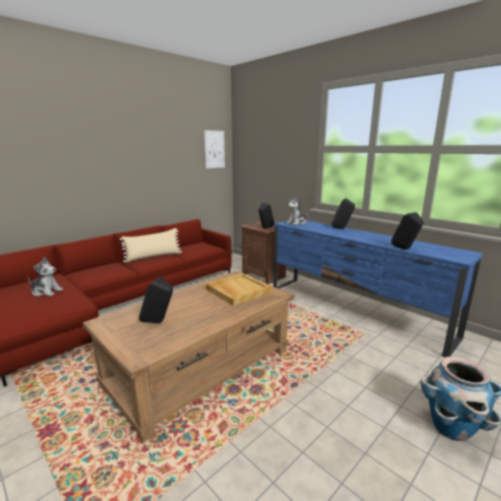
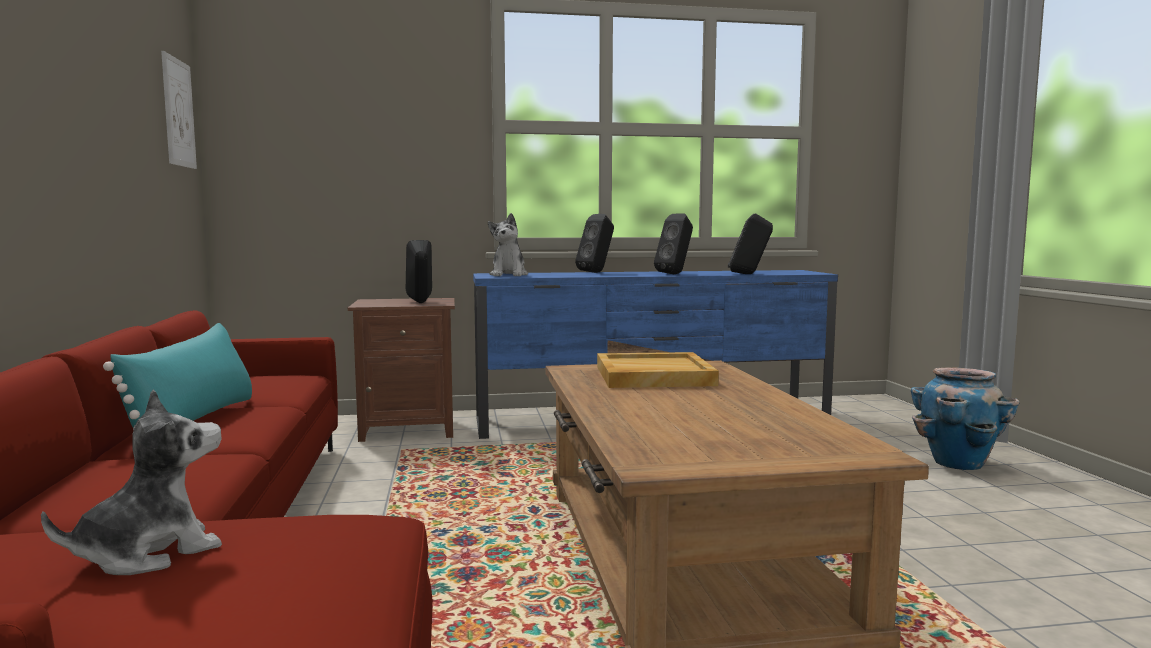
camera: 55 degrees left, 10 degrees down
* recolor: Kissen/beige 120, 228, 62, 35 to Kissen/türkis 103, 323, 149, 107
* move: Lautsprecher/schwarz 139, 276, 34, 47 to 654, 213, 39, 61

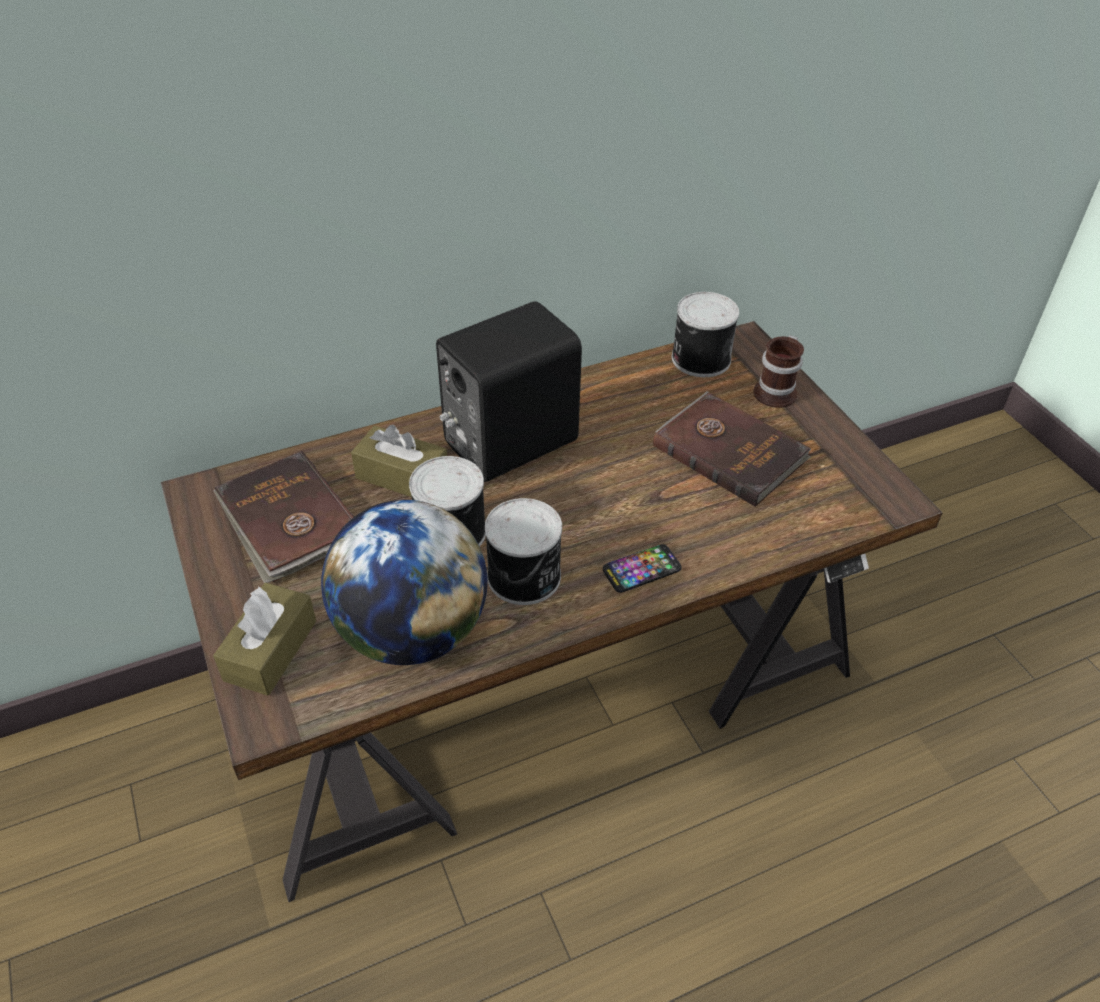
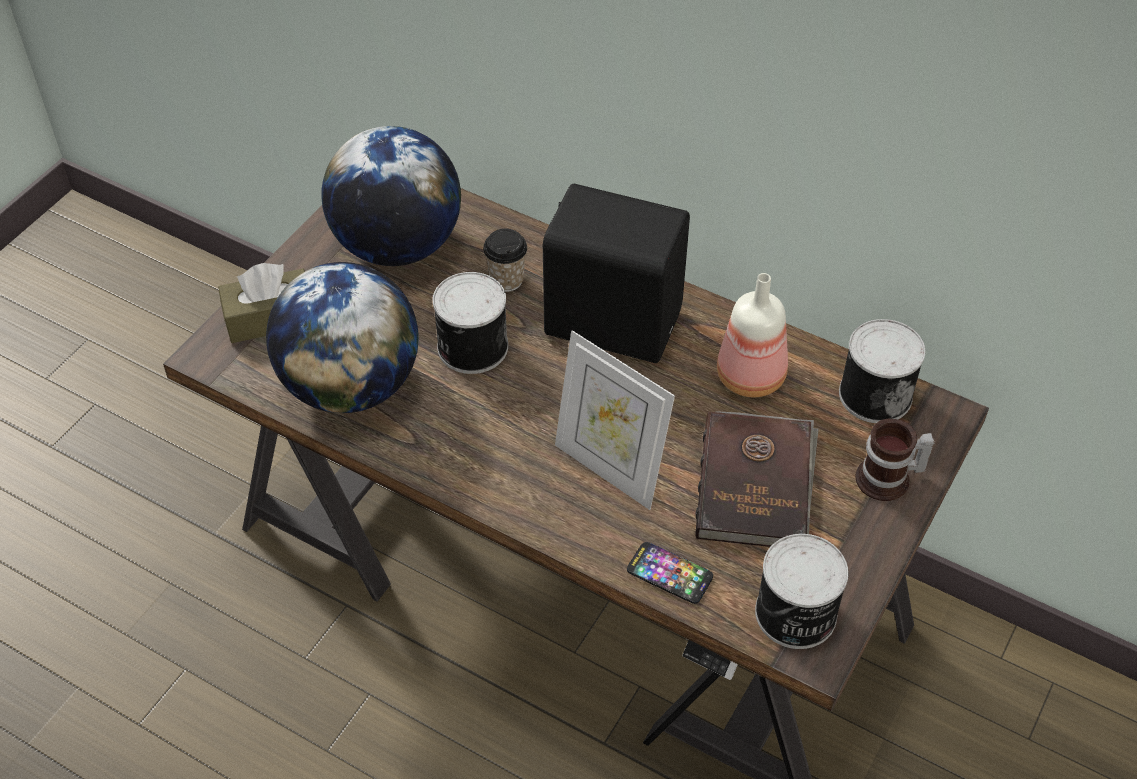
camera: 55 degrees right, 5 degrees up
* replace: Buch/braun 213, 451, 141, 132 to Globus 322, 126, 139, 140
* replace: Taschentuchbox/braun 351, 425, 96, 72 to Tasse 483, 229, 44, 63
* insert: Bilderrahmen 555, 330, 120, 180
* move: Handy 603, 544, 79, 49 to 627, 542, 86, 62
* insert: Flasche 717, 273, 71, 124
* move: Dose 485, 498, 77, 107 to 755, 534, 94, 115

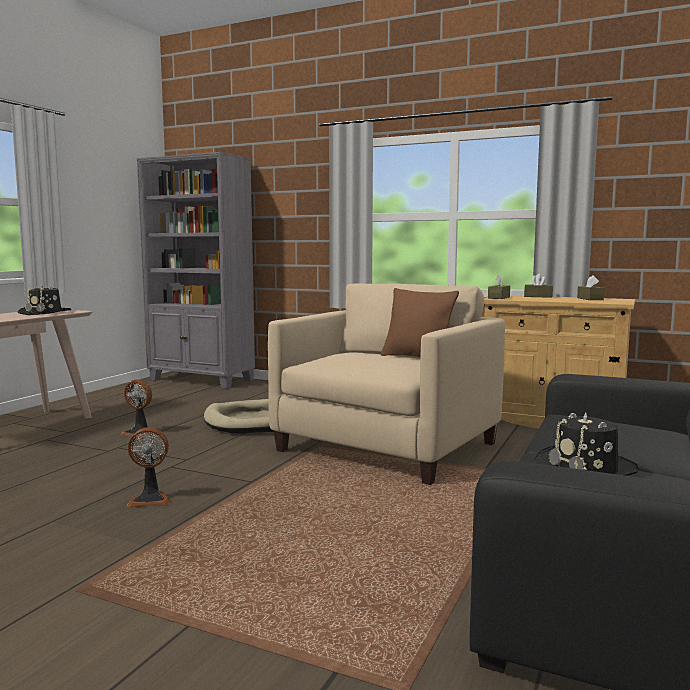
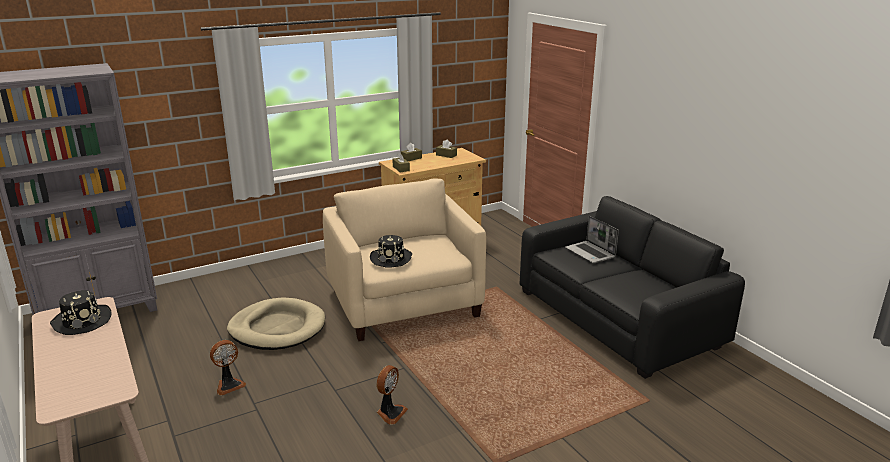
camera: 55 degrees left, 15 degrees up
* move: Hut/schwarz 534, 413, 105, 63 to 370, 235, 42, 33
* insert: Laptop 565, 216, 54, 47
* delete: Kissen/braun 381, 288, 78, 69

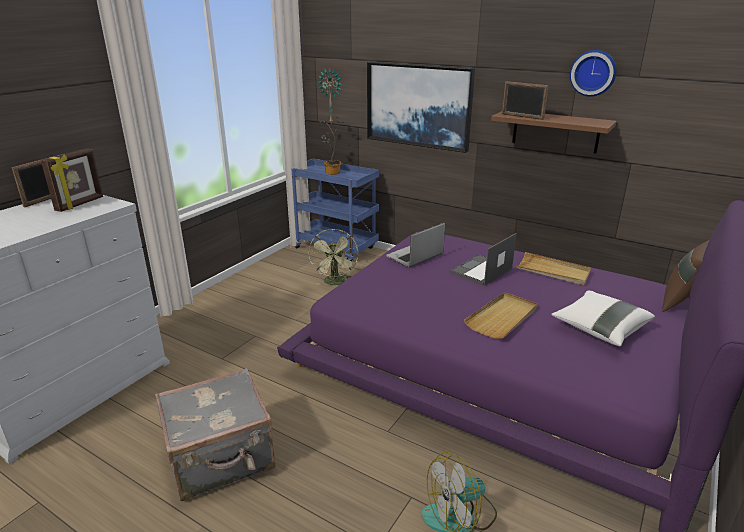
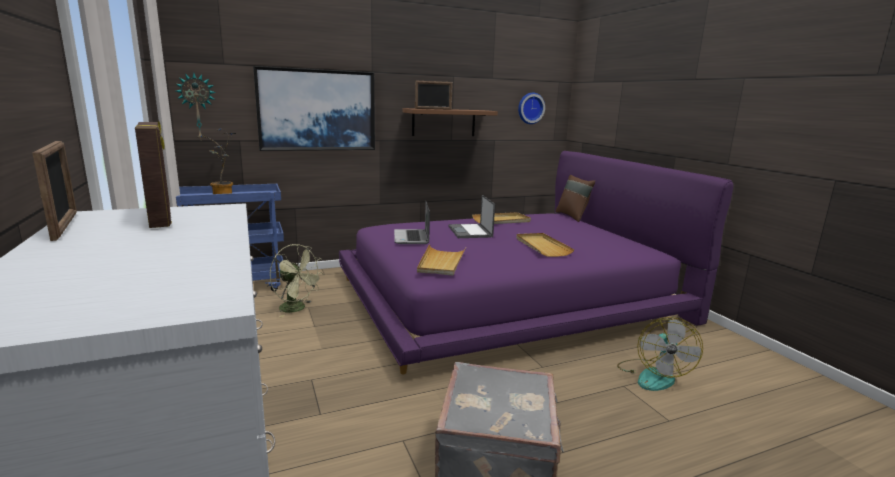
camera: 55 degrees left, 10 degrees down
* insert: Tablett/beige 417, 244, 49, 32
* move: Wanduhr 570, 50, 46, 47 to 518, 93, 27, 31
* delete: Kissen/weiß 551, 291, 104, 55

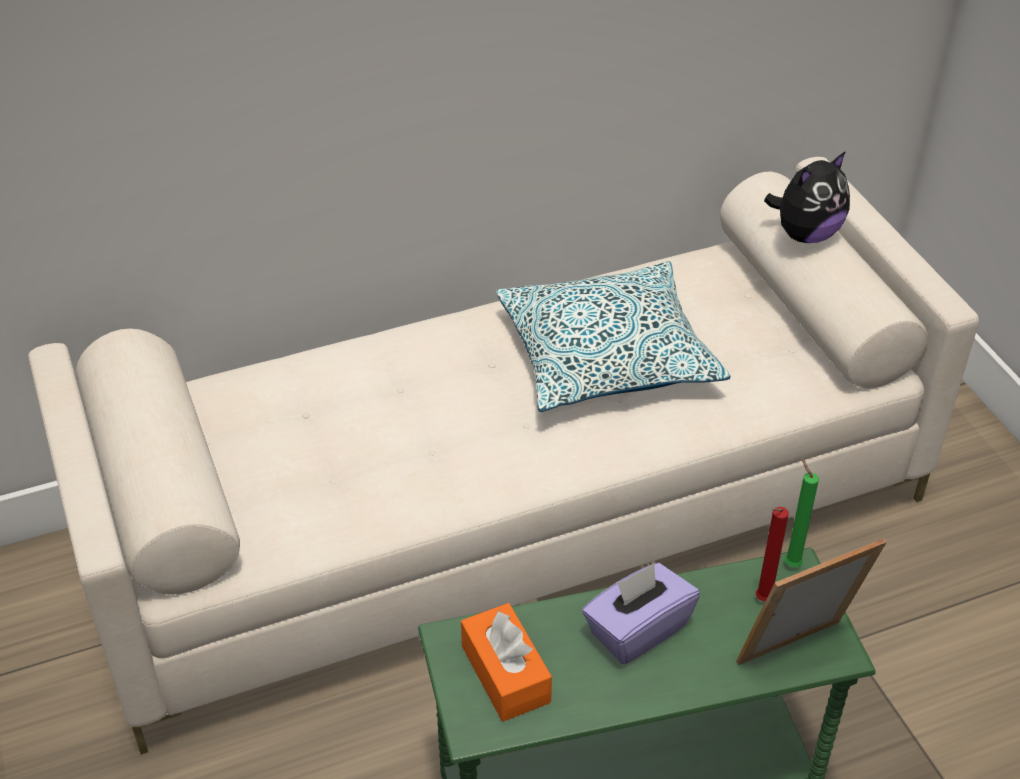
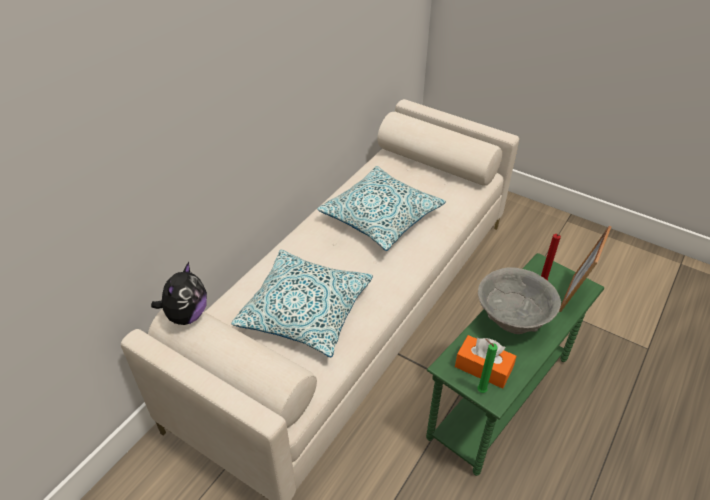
camera: 35 degrees left, 0 degrees up
* move: Plüschtier 764, 151, 86, 92 to 151, 262, 56, 63
* insert: Kissen 231, 250, 142, 108
* replace: Taschentuchbox/lila 582, 563, 118, 101 to Schüssel/grau 478, 268, 83, 66
* move: Kerze/grün 785, 458, 34, 109 to 478, 339, 20, 54

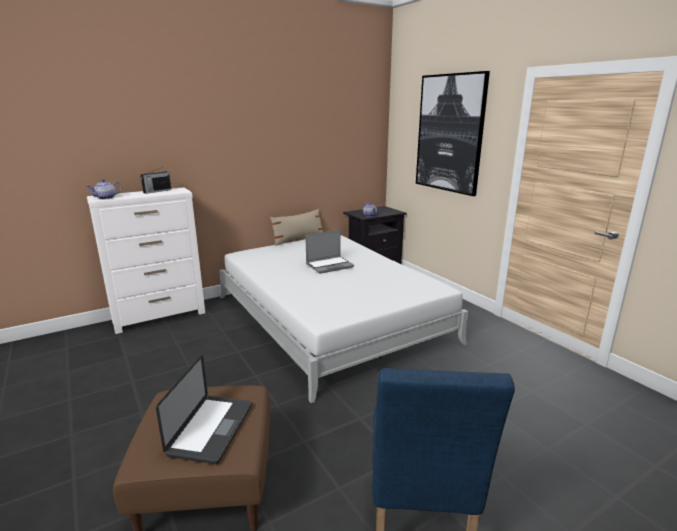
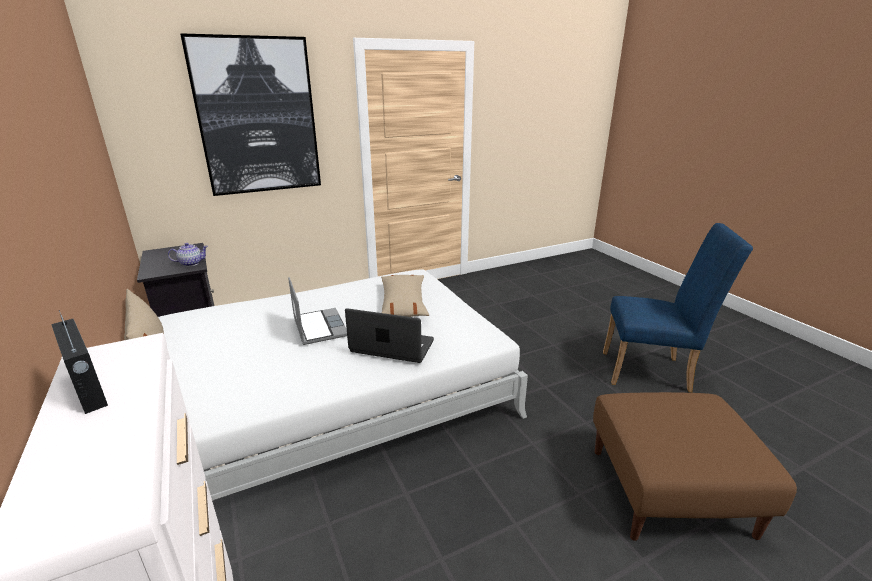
camera: 85 degrees left, 5 degrees up
* move: Laptop 156, 355, 96, 109 to 345, 308, 89, 55
* insert: Kissen/beige 381, 275, 48, 42
* delete: Teekanne 87, 179, 35, 21

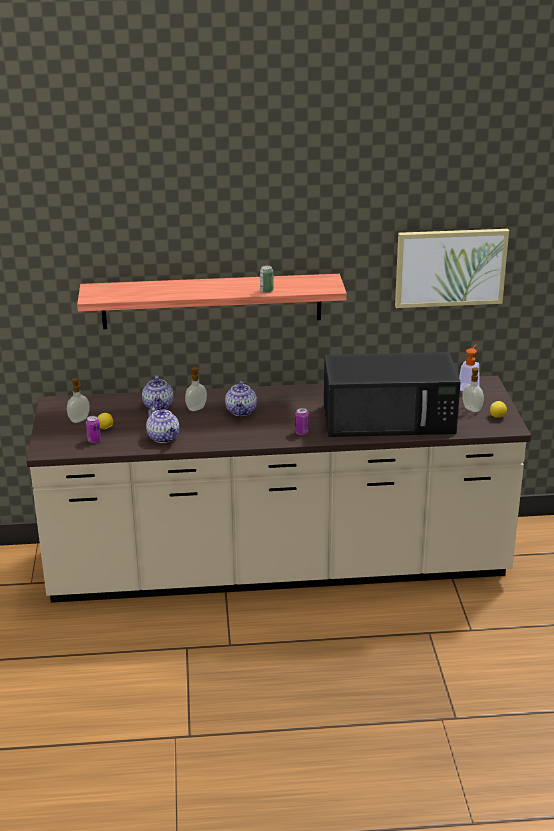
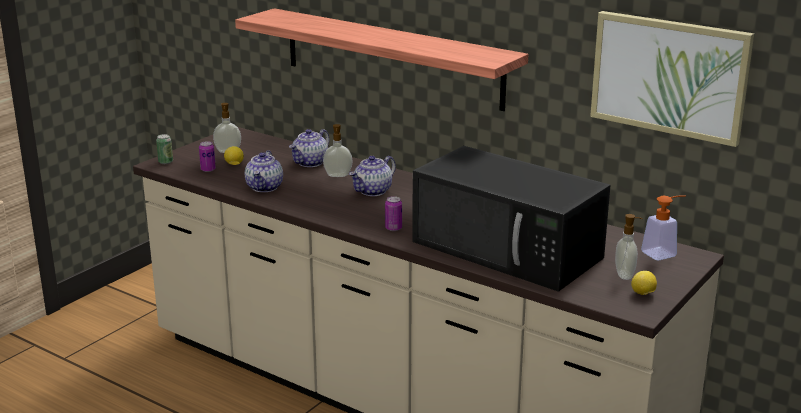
camera: 40 degrees right, 5 degrees down
* move: Dose 260, 265, 14, 28 to 156, 134, 17, 30

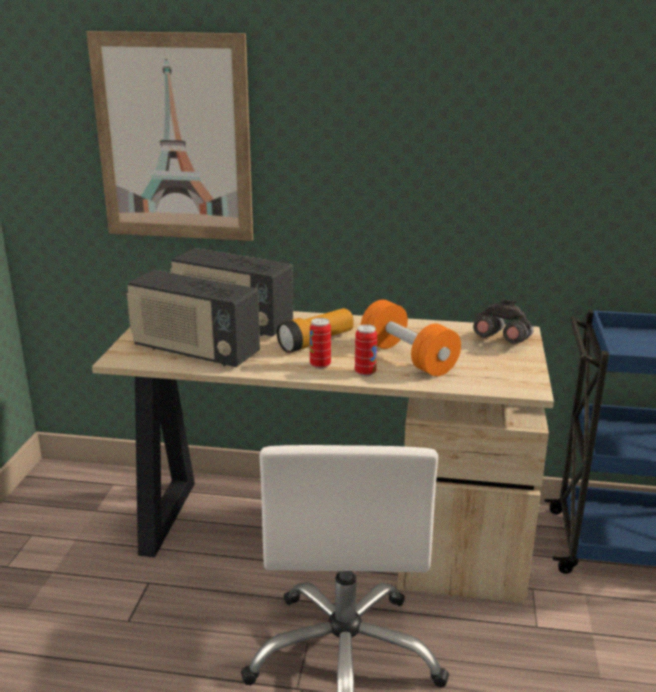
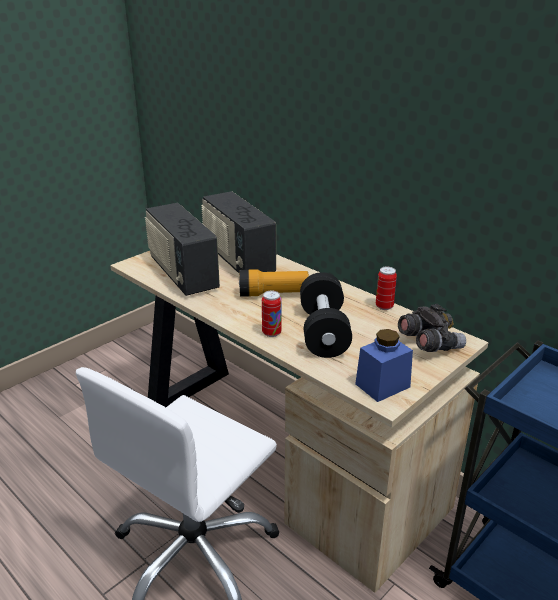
camera: 35 degrees right, 5 degrees up
* recolor: Hantel/orange 361, 300, 100, 76 to Hantel/schwarz 300, 272, 52, 86
* insert: Vorratsglas/blau 355, 329, 58, 73
* move: Dose 310, 318, 21, 51 to 376, 267, 21, 43
* delete: Bild 86, 31, 167, 210

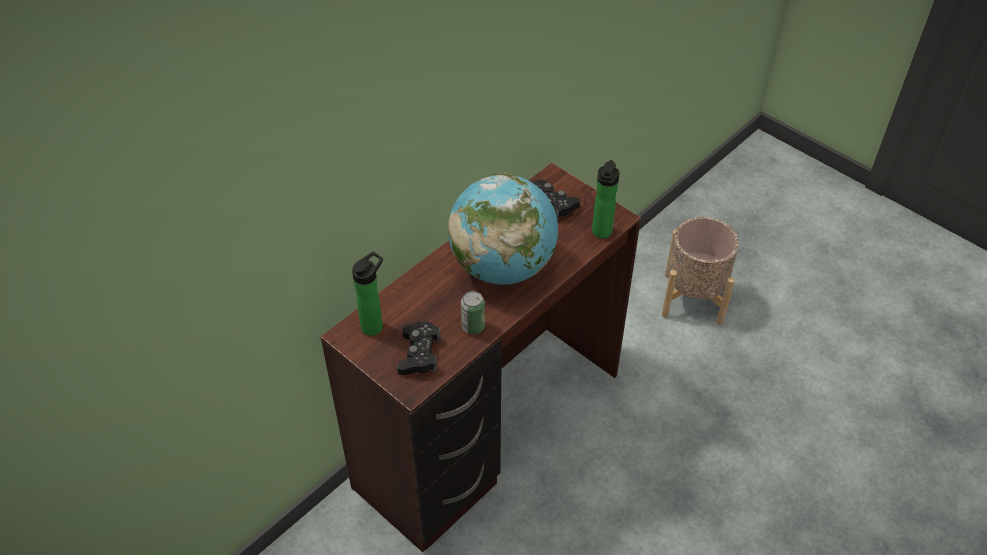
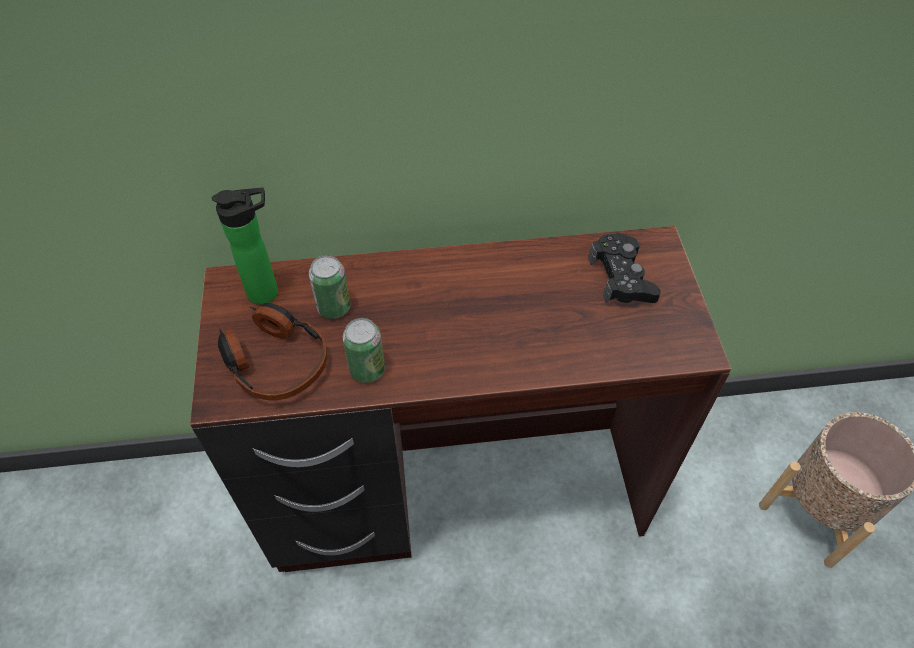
camera: 40 degrees right, 5 degrees up
* replace: Gamepad/schwarz 397, 321, 44, 54 to Kopfhörer 218, 303, 109, 98
* insert: Dose 309, 255, 42, 64
* delete: Globus 448, 173, 110, 112
* delete: Flasche 592, 160, 28, 79

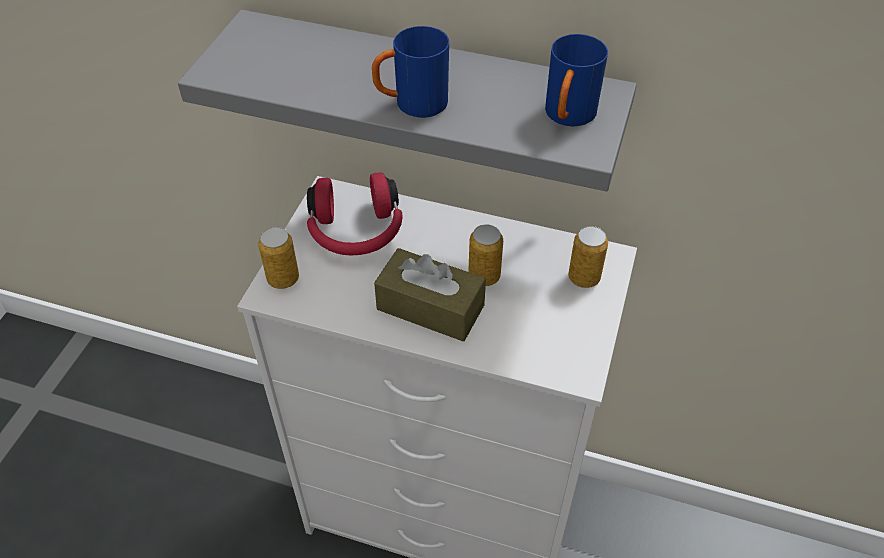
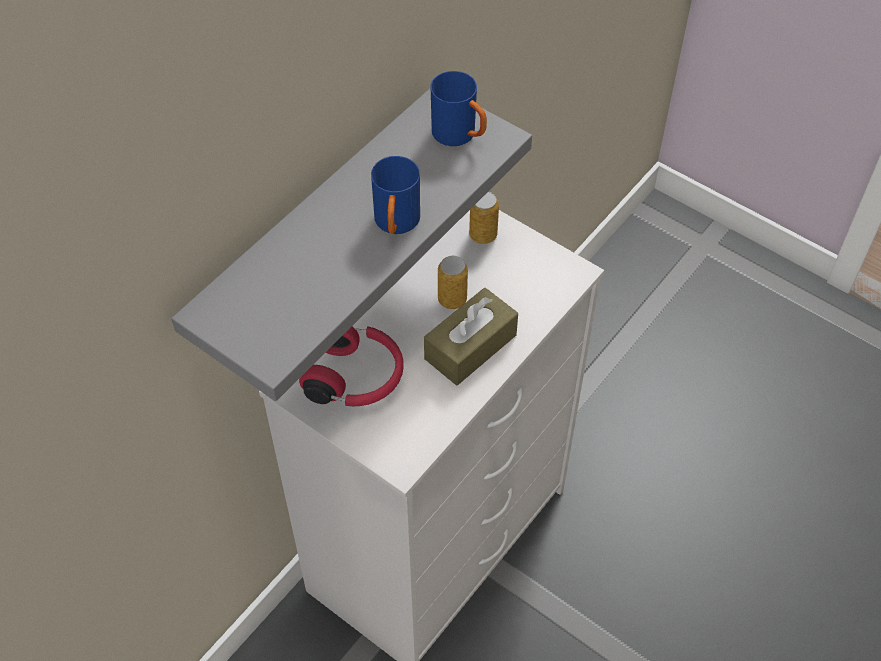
camera: 70 degrees left, 5 degrees up
* delete: Dose 258, 227, 41, 62

